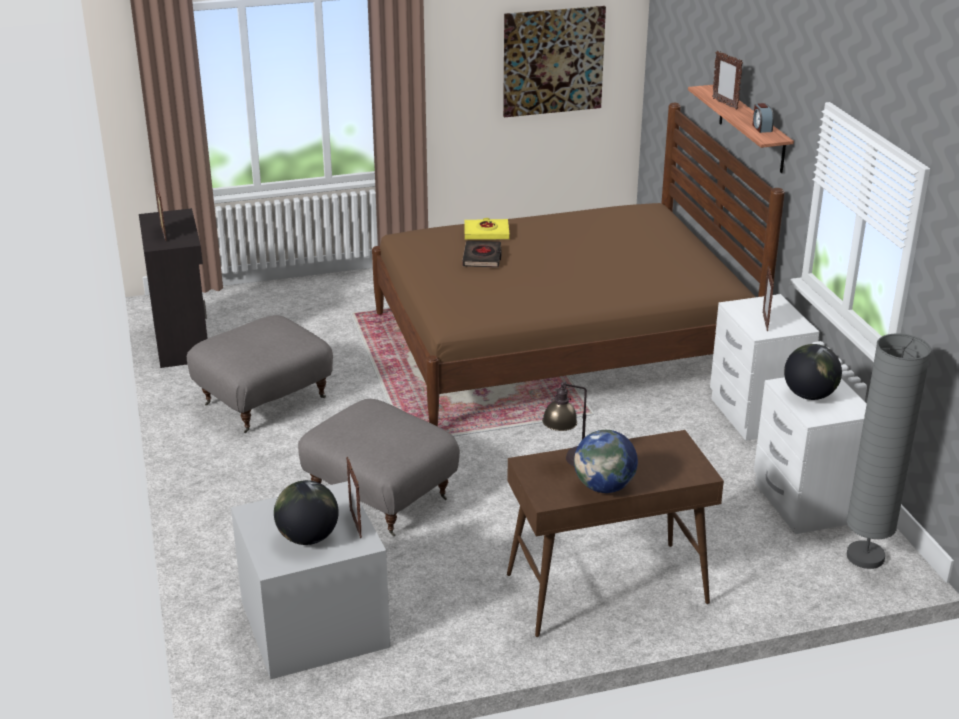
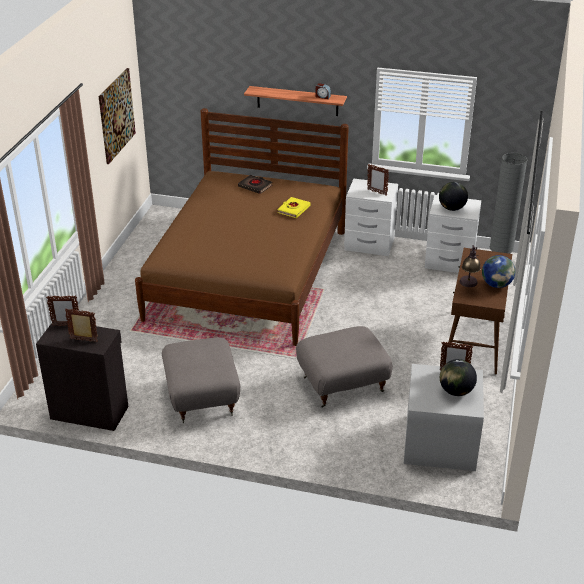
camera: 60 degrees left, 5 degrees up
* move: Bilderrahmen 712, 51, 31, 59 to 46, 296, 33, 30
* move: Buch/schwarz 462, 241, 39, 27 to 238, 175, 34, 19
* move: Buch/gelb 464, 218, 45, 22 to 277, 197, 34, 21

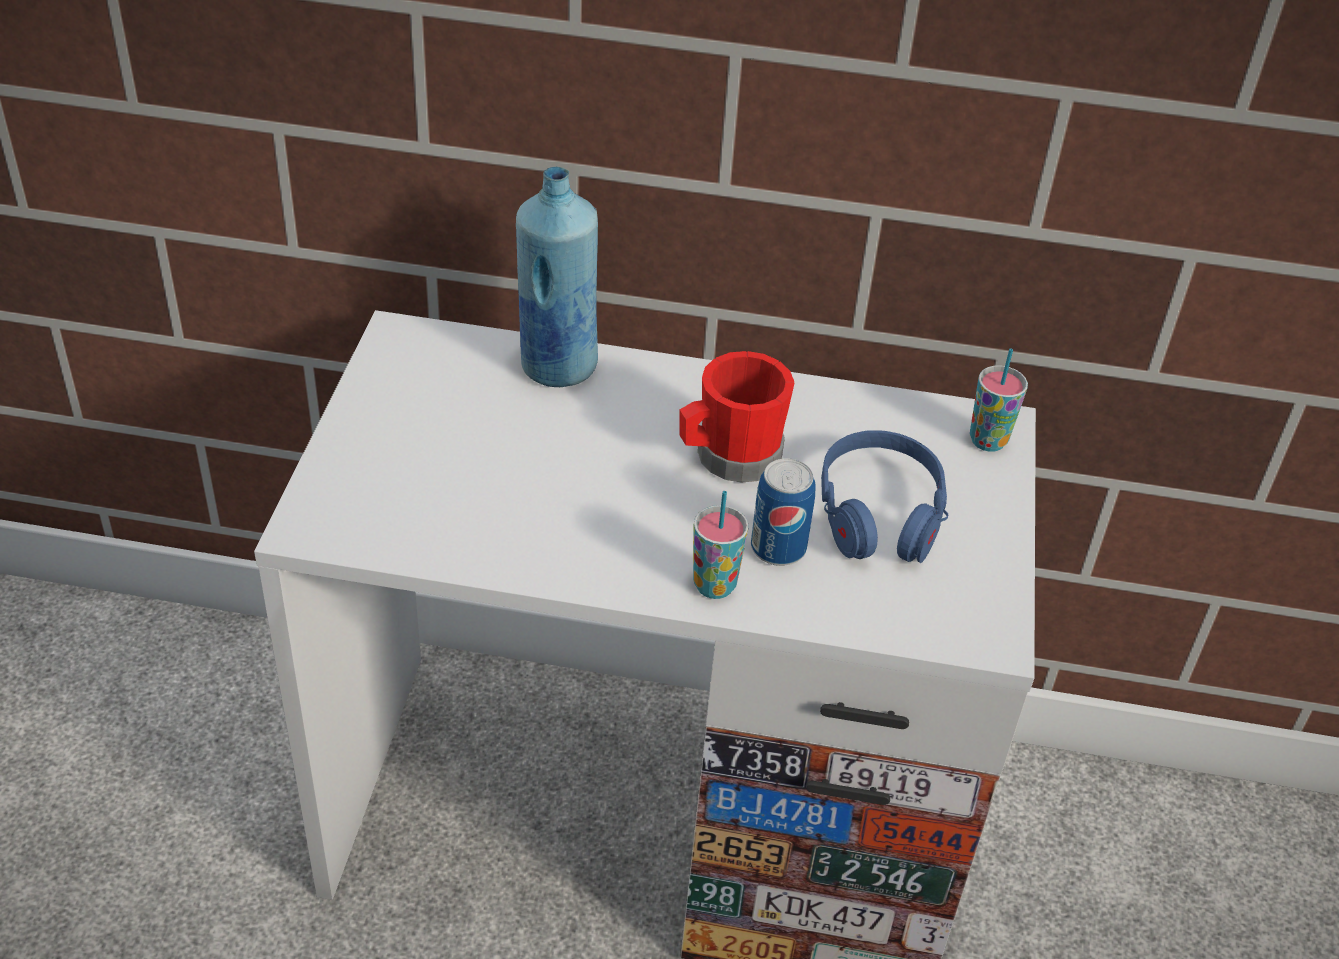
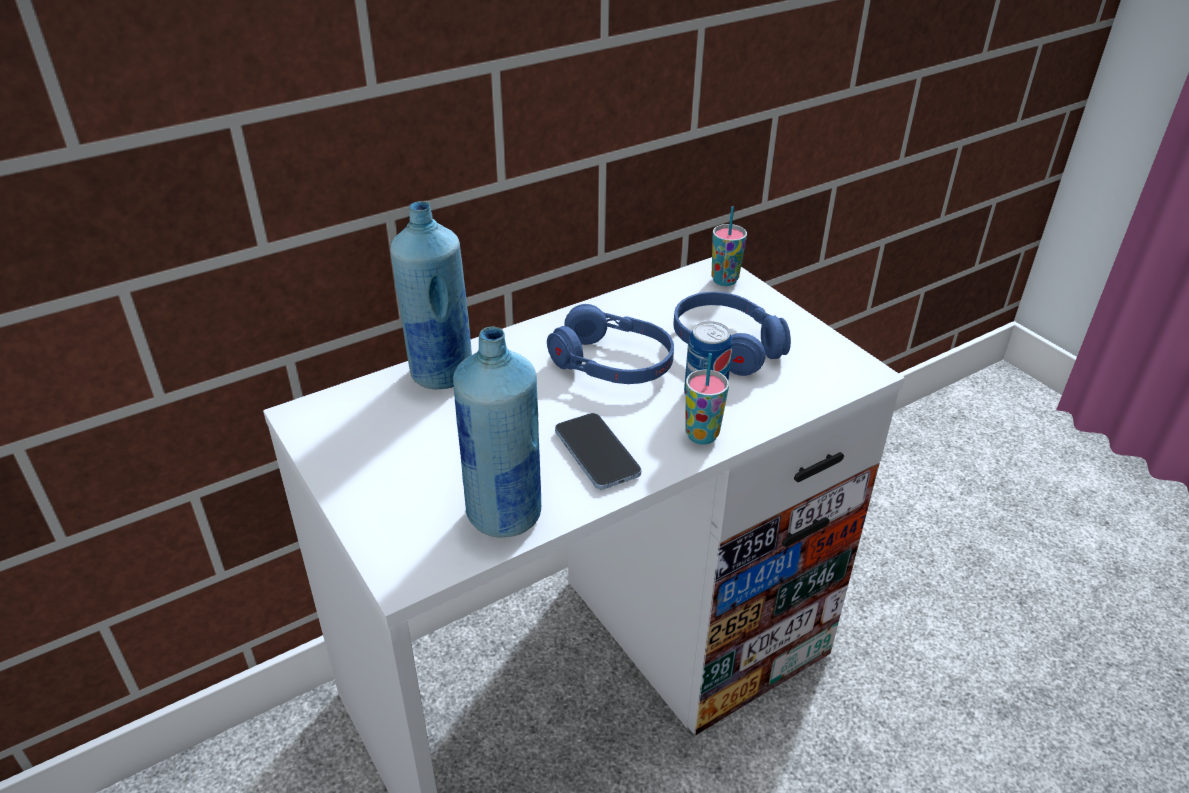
camera: 40 degrees left, 5 degrees down
* insert: Flasche/blau 453, 327, 88, 210
* replace: Henkelbecher/rot 680, 351, 114, 132 to Kopfhörer/blau 547, 304, 127, 80
* insert: Handy 555, 413, 87, 76

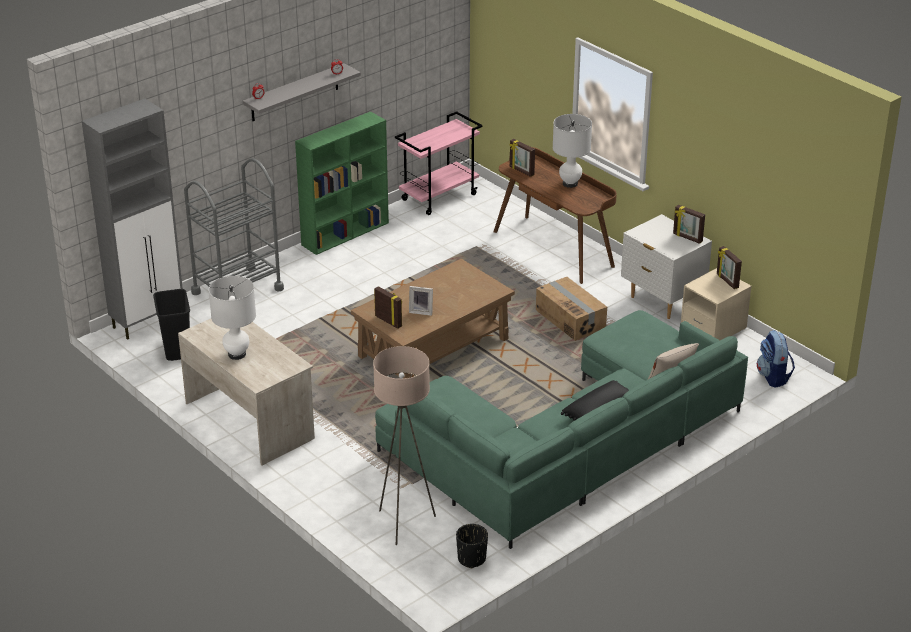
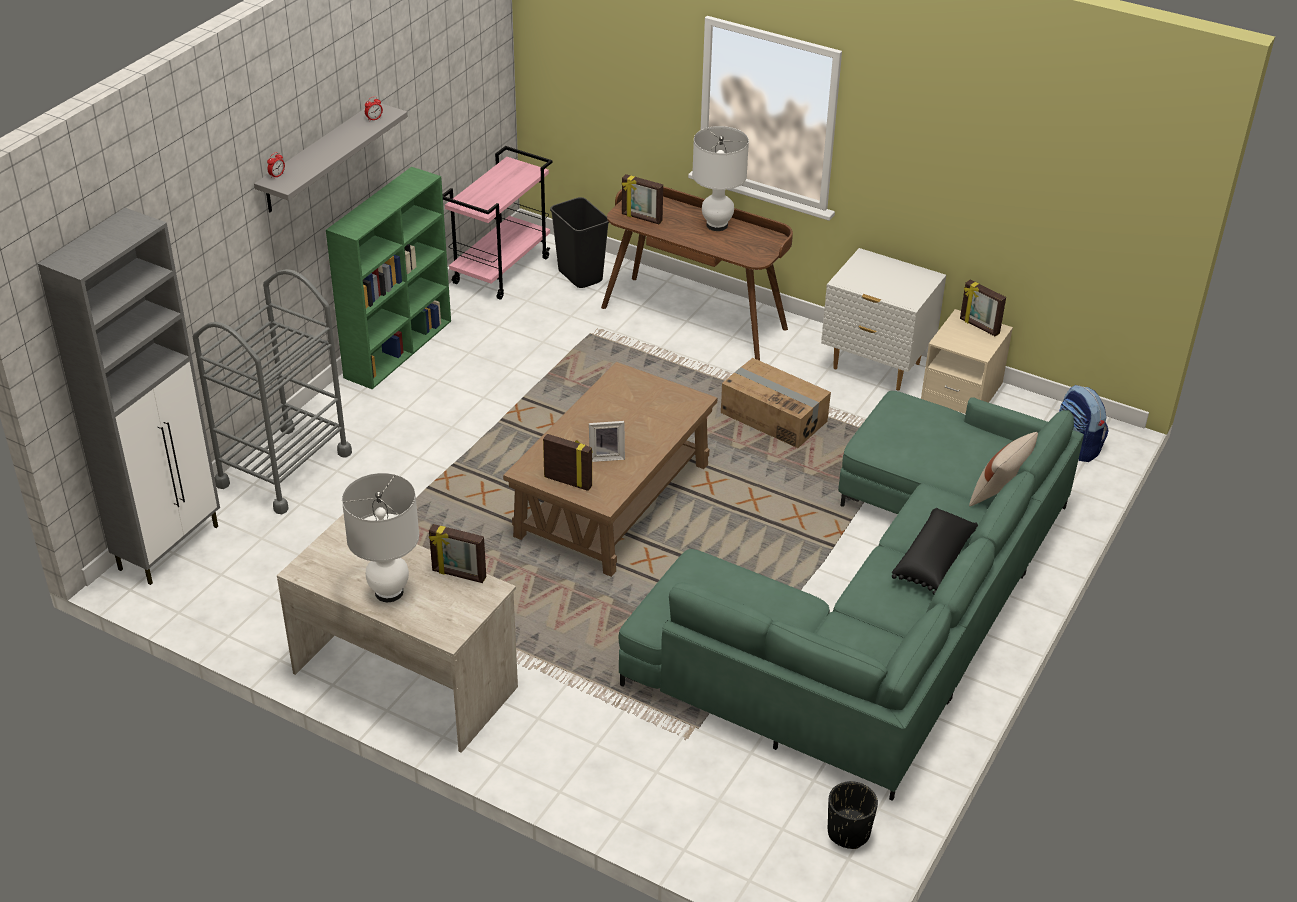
camera: 20 degrees left, 5 degrees up
* move: Bilderrahmen 673, 205, 32, 39 to 429, 524, 57, 59
* move: Mülleimer/schwarz 153, 289, 37, 72 to 550, 197, 59, 91
* delete: Stehlampe/beige 373, 346, 63, 199

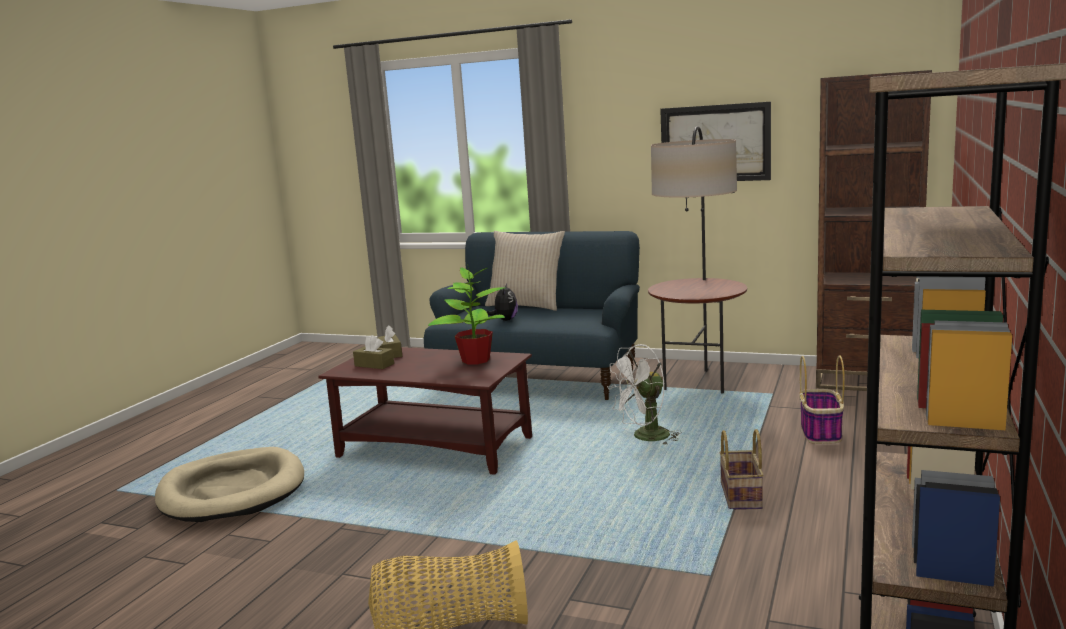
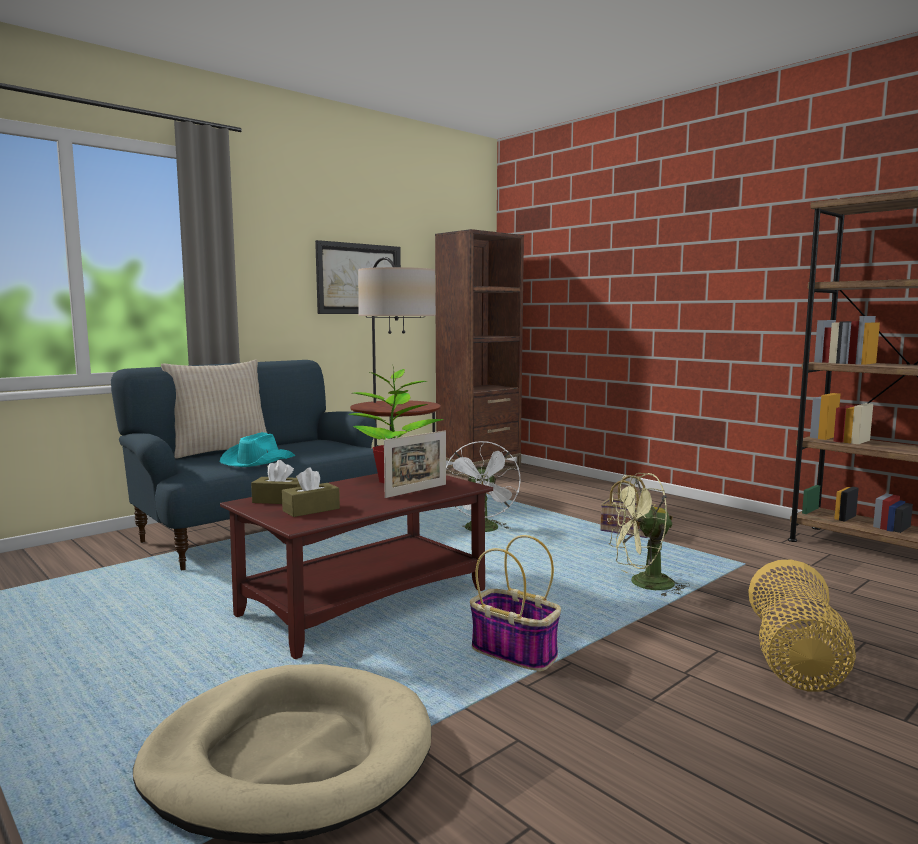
camera: 65 degrees left, 5 degrees down
* replace: Plüschtier 487, 283, 31, 38 to Hut/türkis 220, 432, 75, 35
* insert: Bilderrahmen 384, 430, 62, 68
* move: Korb 799, 355, 46, 89 to 470, 535, 91, 137
* insert: Ventilator/grün 607, 473, 83, 124

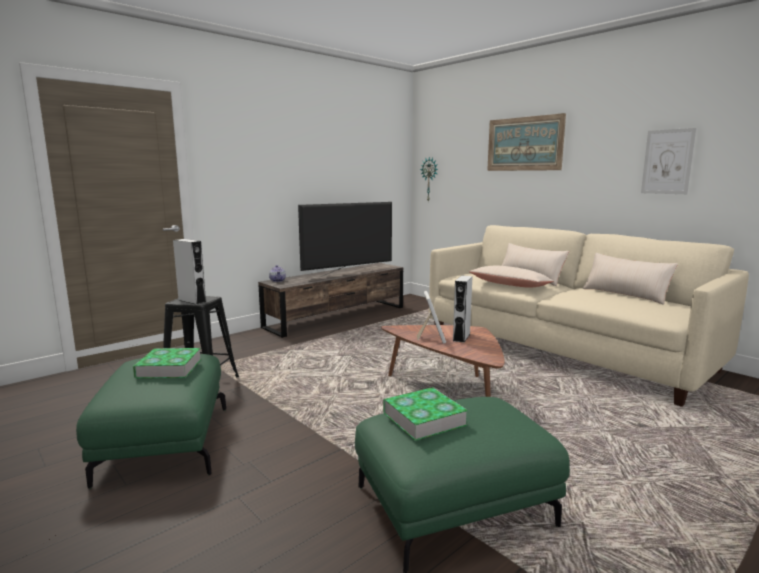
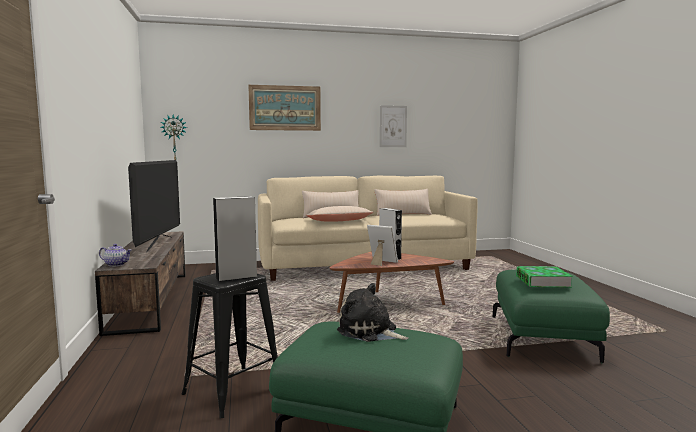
camera: 60 degrees left, 5 degrees down
* replace: Buch 133, 348, 68, 30 to Plüschtier 337, 283, 71, 59

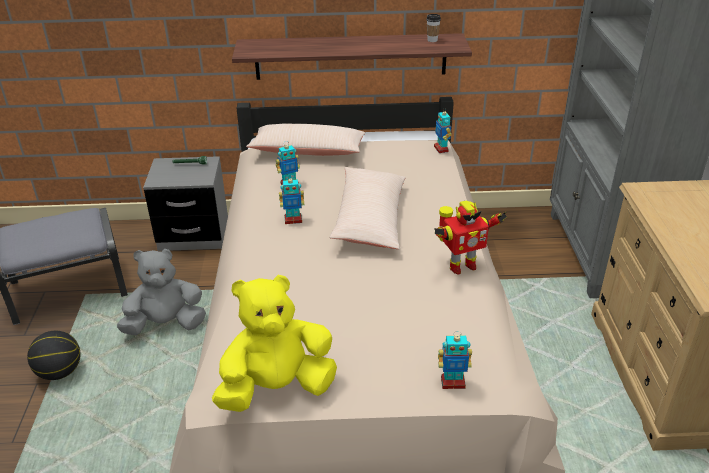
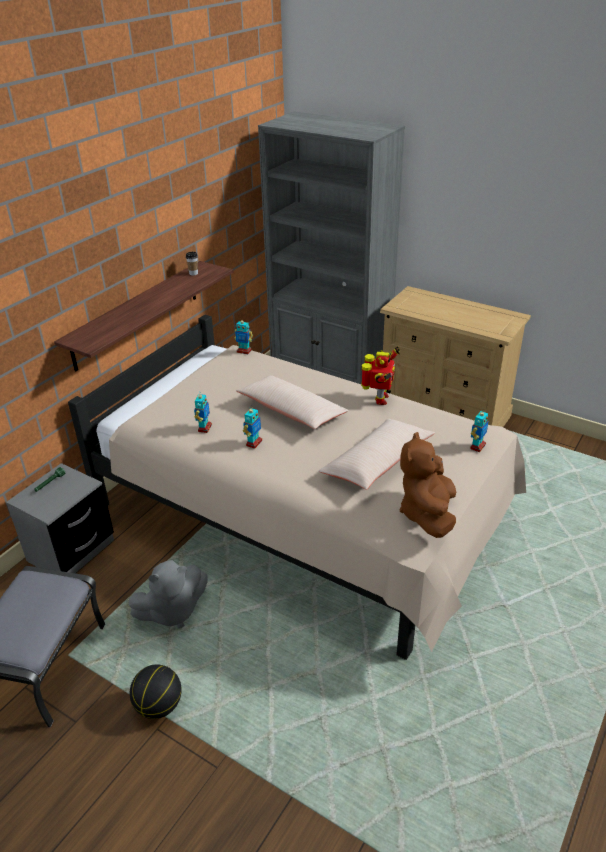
camera: 55 degrees left, 0 degrees up
* rotate: Plüschtier/grau 117, 249, 89, 86 = 129, 560, 79, 68 135 degrees counterclockwise
* move: Kissen/beige 246, 124, 119, 32 to 319, 419, 116, 71
* recolor: Plüschtier/gelb 212, 275, 125, 137 to Plüschtier/braun 400, 432, 56, 106

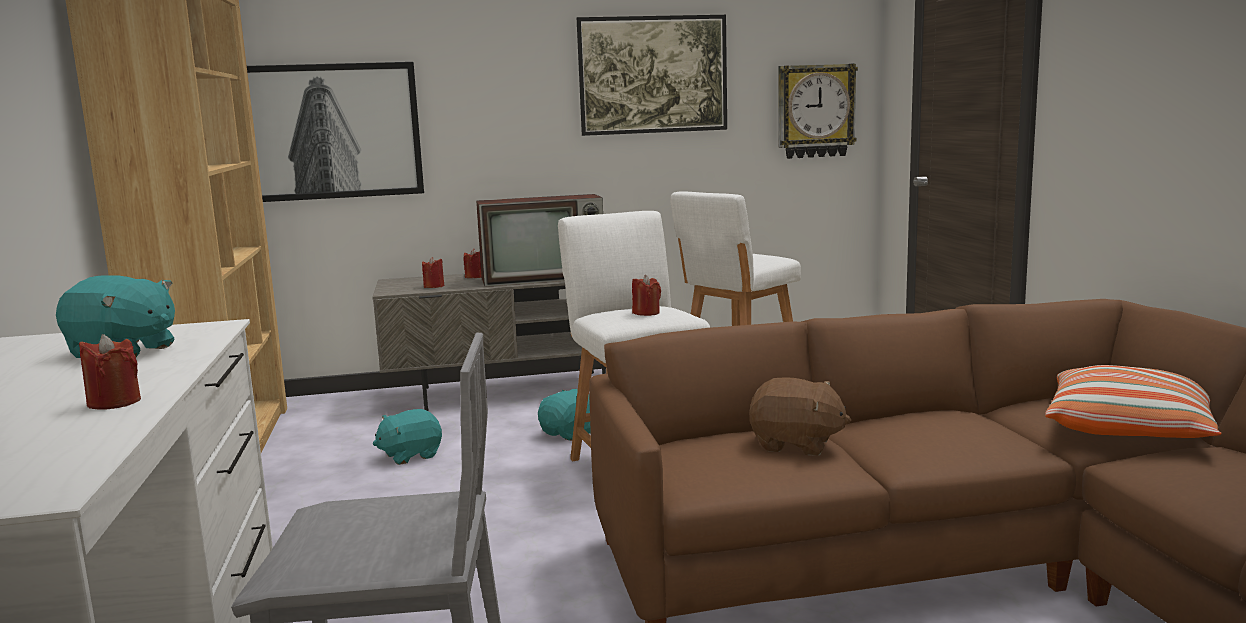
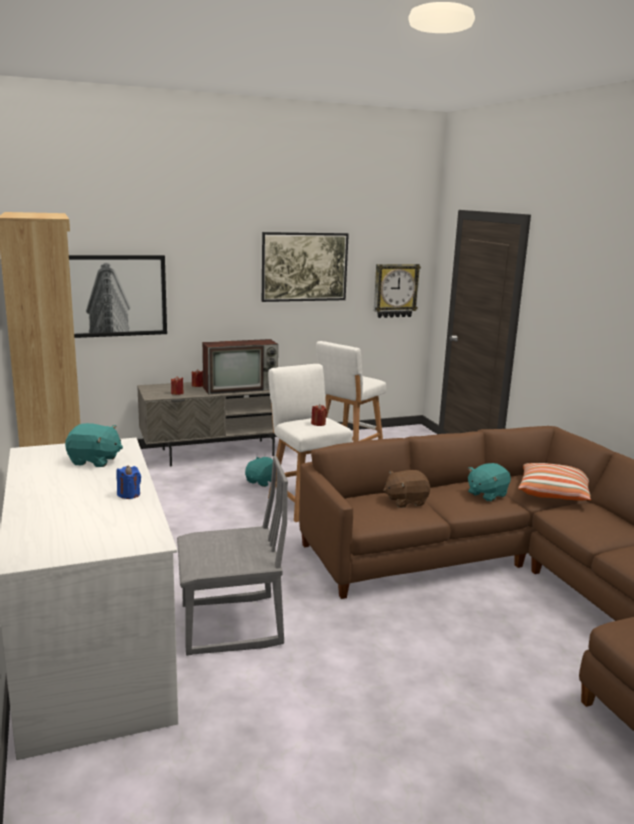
camera: 10 degrees left, 5 degrees up
* recolor: Kerze/rot 79, 334, 62, 76 to Kerze/blau 116, 465, 25, 34
* rotate: Plüschtier/braun 749, 377, 102, 79 = 383, 470, 47, 38 150 degrees clockwise
* move: Plüschtier/türkis 373, 409, 69, 56 to 468, 463, 43, 39

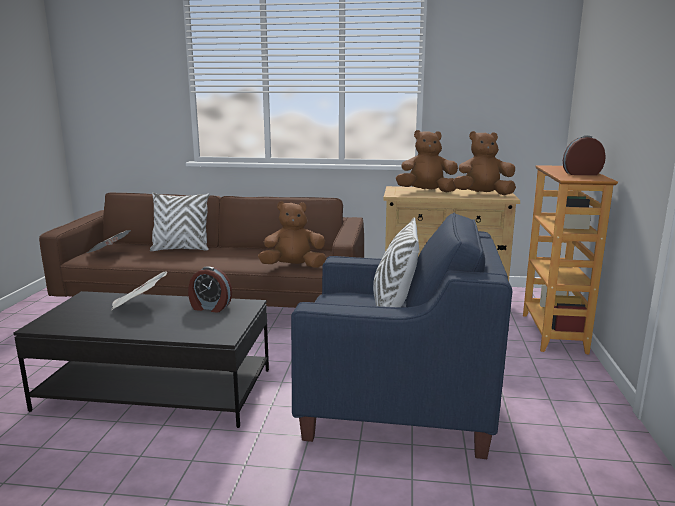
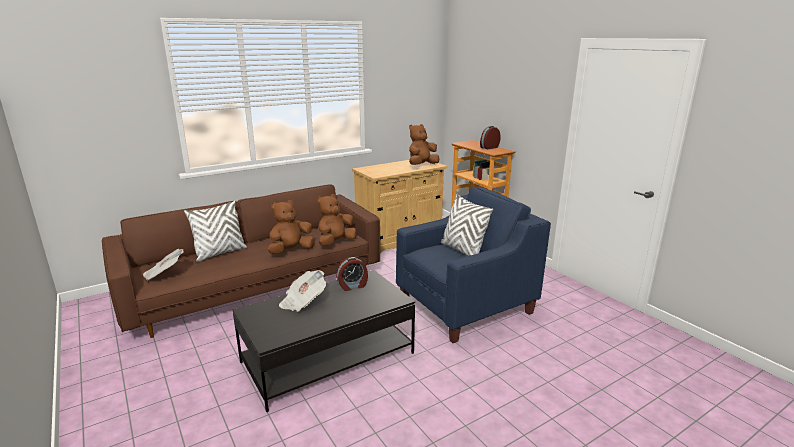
camera: 40 degrees left, 5 degrees up
* move: Plüschtier/braun 396, 130, 62, 63 to 268, 200, 47, 54

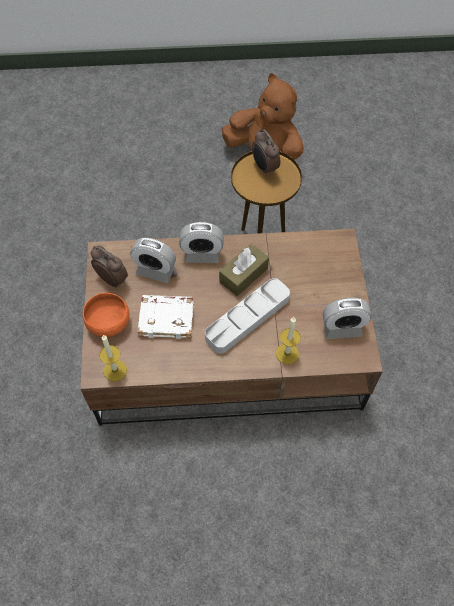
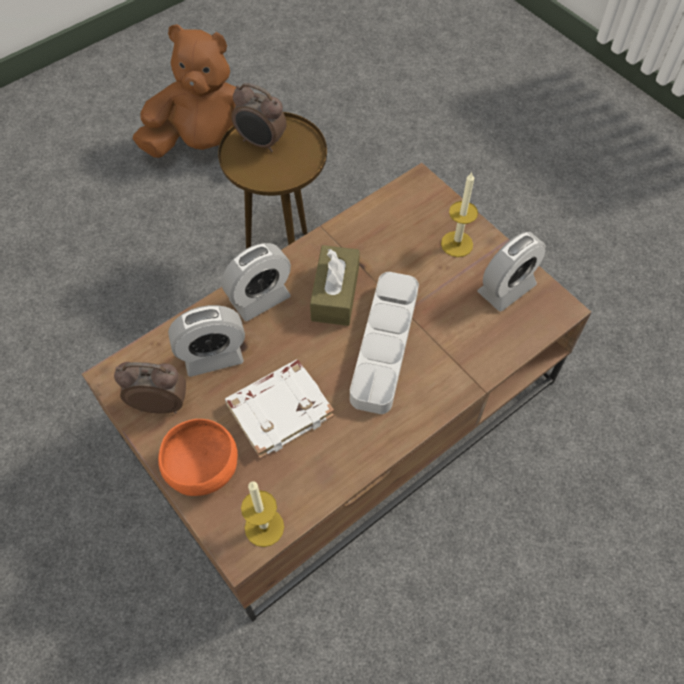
camera: 35 degrees left, 0 degrees up
* move: Kerze 276, 317, 24, 47 to 441, 172, 37, 85

